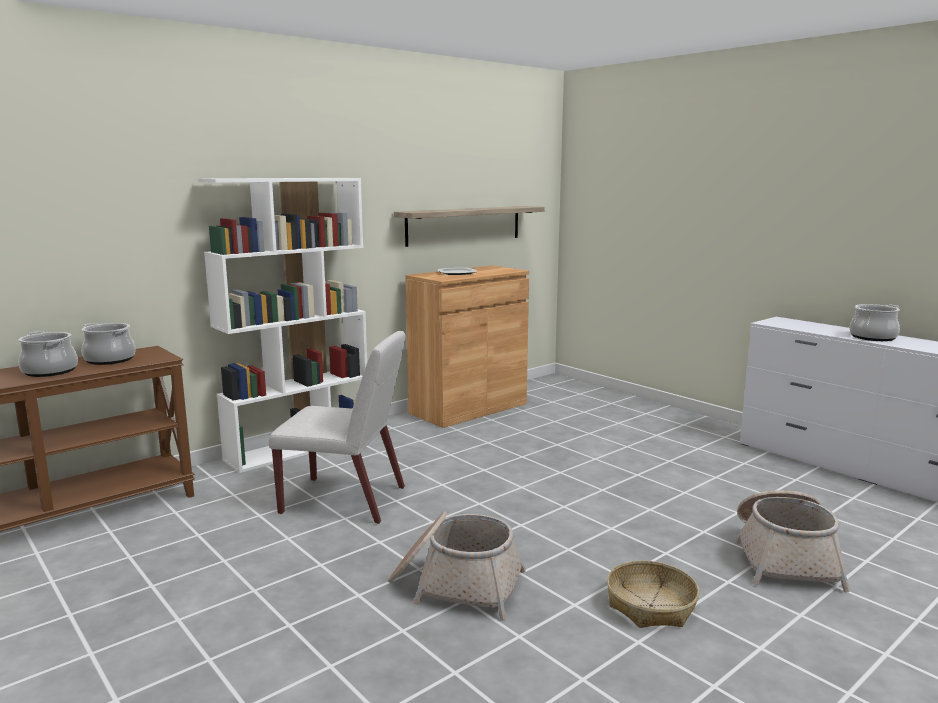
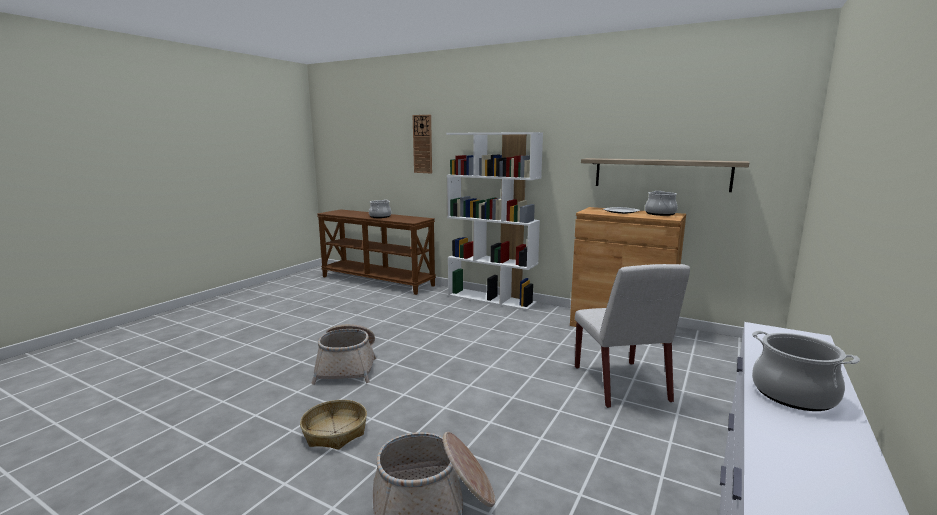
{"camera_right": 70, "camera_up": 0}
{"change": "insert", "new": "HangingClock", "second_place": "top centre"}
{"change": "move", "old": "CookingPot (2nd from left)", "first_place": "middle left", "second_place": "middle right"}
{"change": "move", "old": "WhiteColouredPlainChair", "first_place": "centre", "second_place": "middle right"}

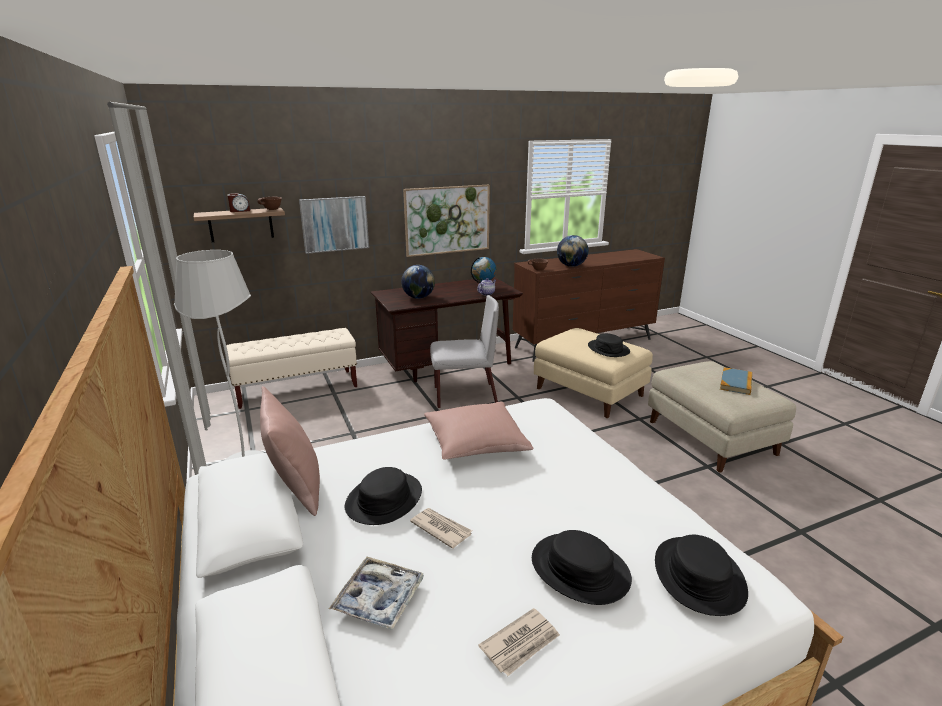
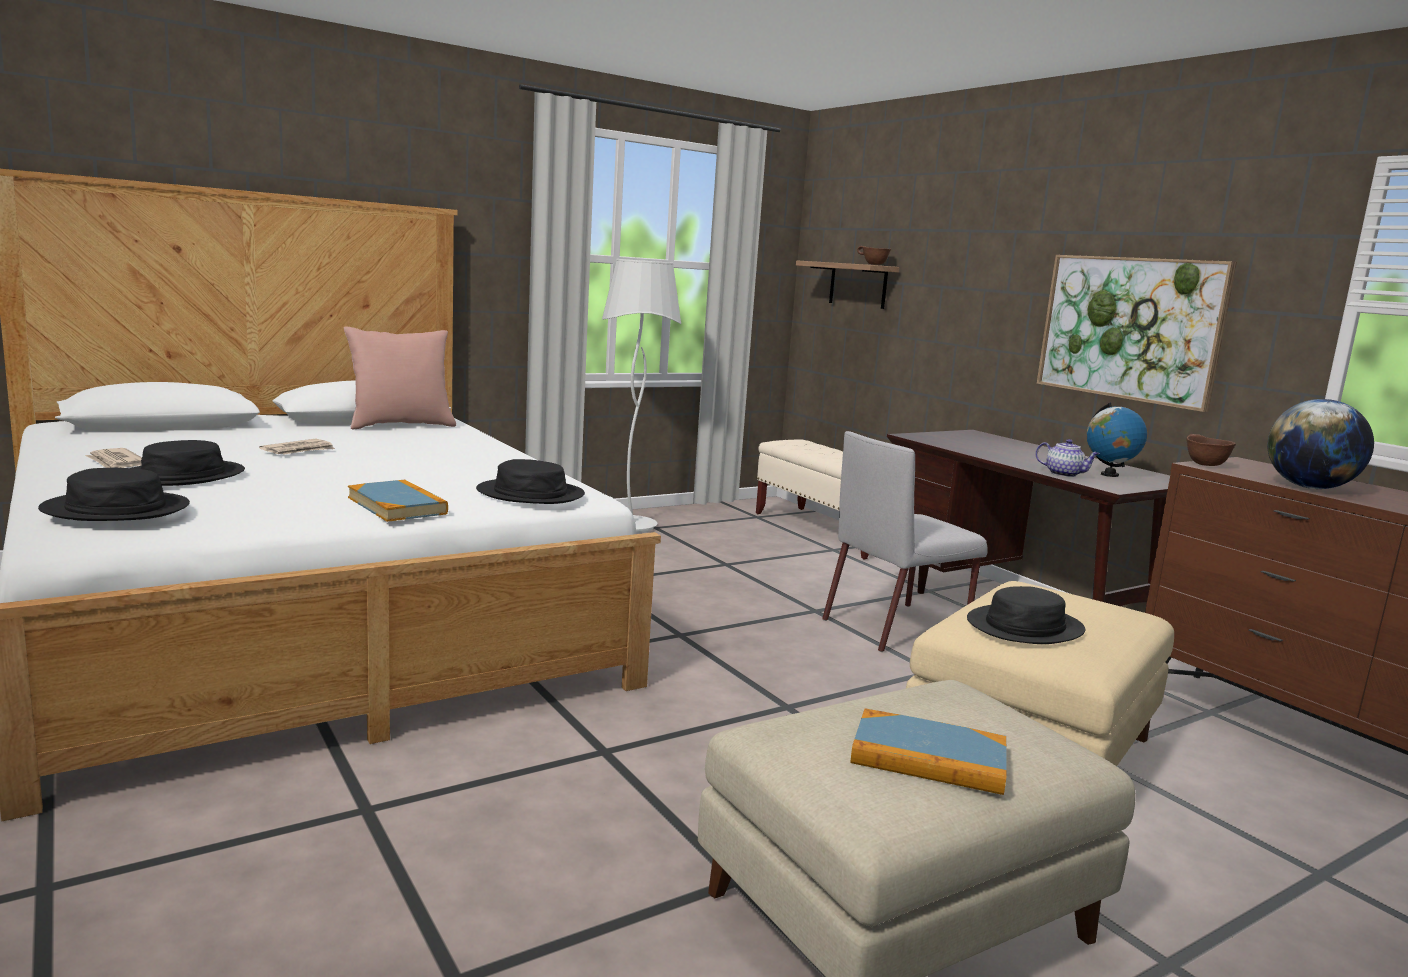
{"camera_right": 80, "camera_up": -10}
{"change": "delete", "old": "BedsideClock", "first_place": "top left"}
{"change": "delete", "old": "WallArt (1st from left)", "first_place": "top centre"}
{"change": "delete", "old": "ServingTray", "first_place": "bottom centre"}
{"change": "delete", "old": "WorldGlobe (1st from left)", "first_place": "centre"}
{"change": "delete", "old": "PinkColouredThrowPillow (2nd from left)", "first_place": "centre"}
{"change": "insert", "new": "Book (1st from left)", "second_place": "middle left"}
{"change": "move", "old": "BlackHat (1st from left in the first image)", "new": "BlackHat (3rd from left)", "first_place": "bottom centre", "second_place": "centre"}
{"change": "rotate", "old": "GrayPlainChair", "first_place": "centre", "second_place": "centre", "degrees": 75}

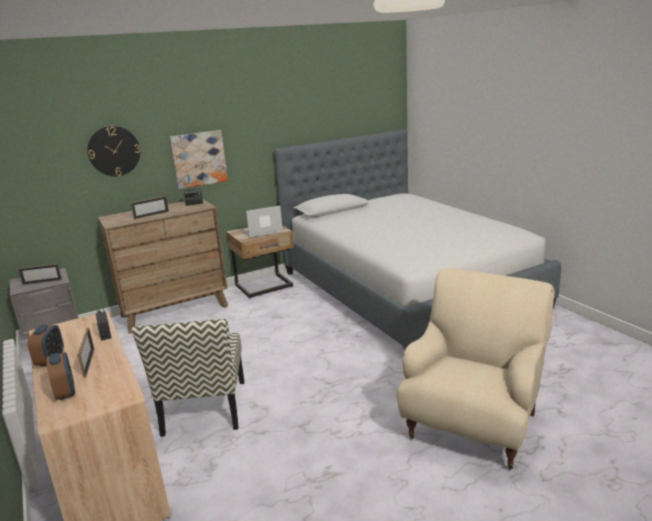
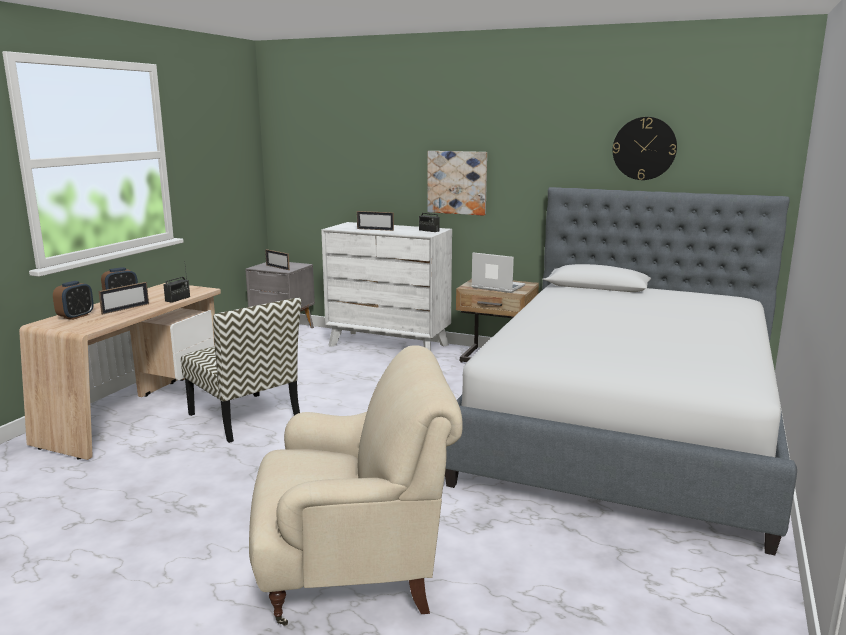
{"camera_right": 50, "camera_up": -5}
{"change": "move", "old": "HangingClock", "first_place": "top left", "second_place": "top right"}
{"change": "recolor", "old": "BrownColouredChestOfDrawers", "new": "WhiteColouredChestOfDrawers", "first_place": "middle left", "second_place": "centre"}
{"change": "rotate", "old": "PlainChair", "first_place": "bottom left", "second_place": "middle left", "degrees": -90}

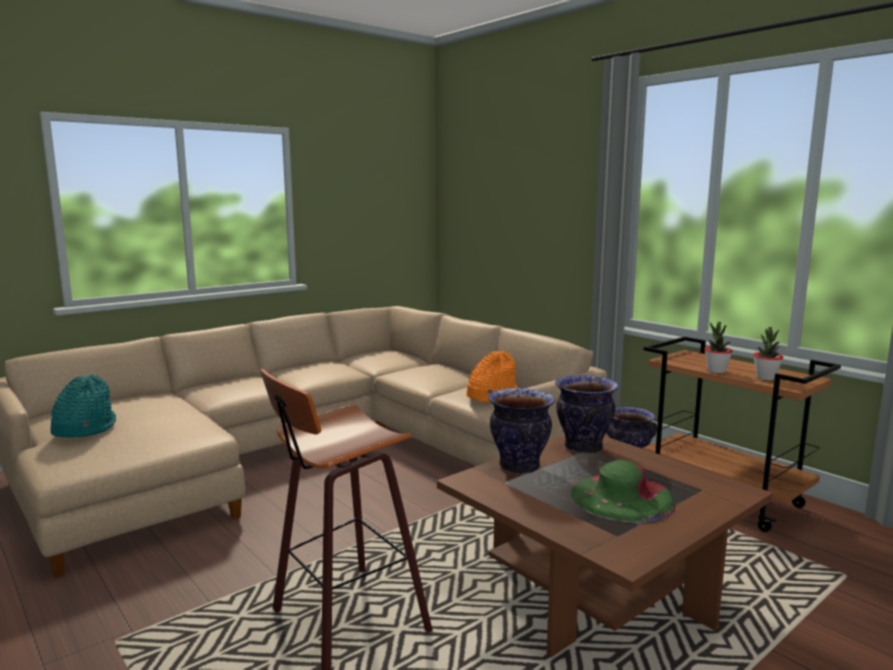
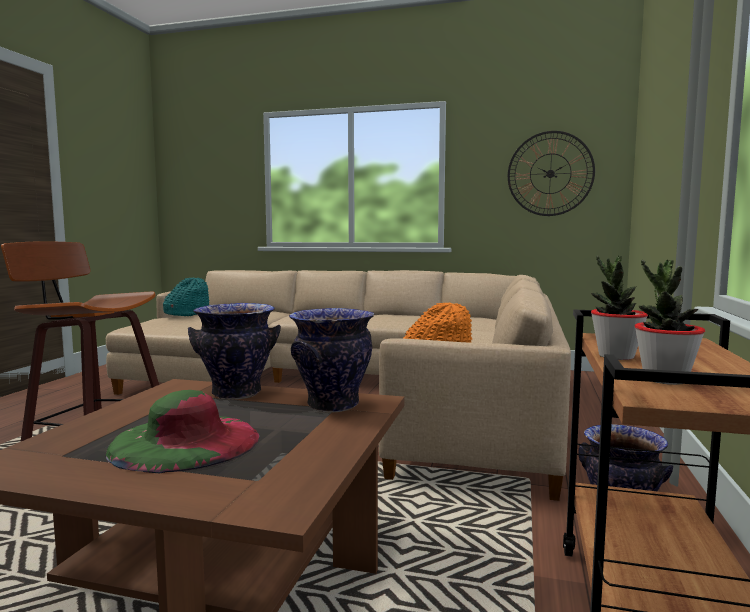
{"camera_right": 55, "camera_up": -5}
{"change": "insert", "new": "HangingClock", "second_place": "top right"}

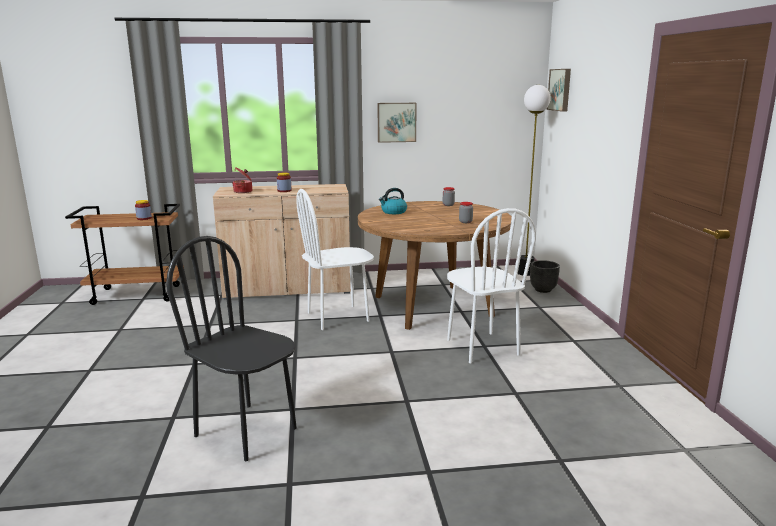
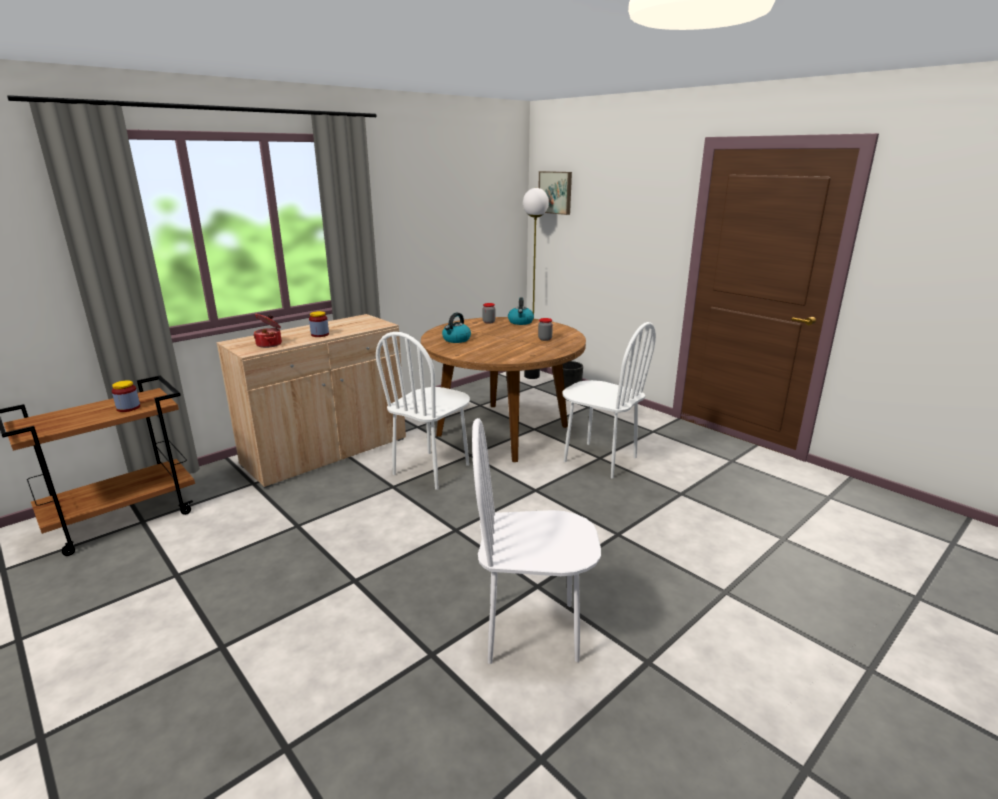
{"camera_right": -35, "camera_up": 5}
{"change": "delete", "old": "WallArt (1st from left)", "first_place": "top centre"}
{"change": "insert", "new": "Kettle (2nd from left)", "second_place": "centre"}
{"change": "recolor", "old": "BlackPlainChair", "new": "WhiteColouredPlainChair (2nd from left)", "first_place": "middle left", "second_place": "bottom centre"}

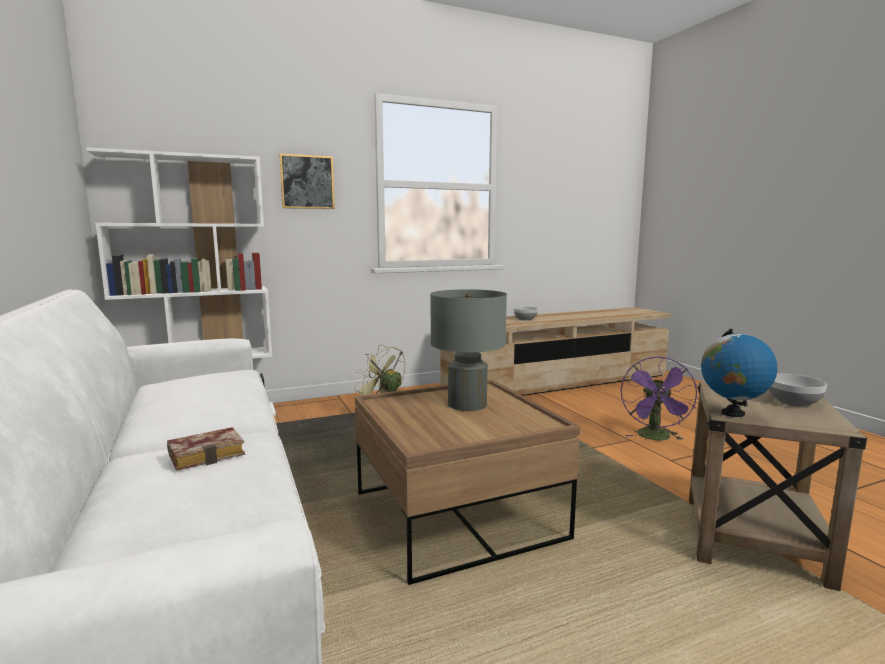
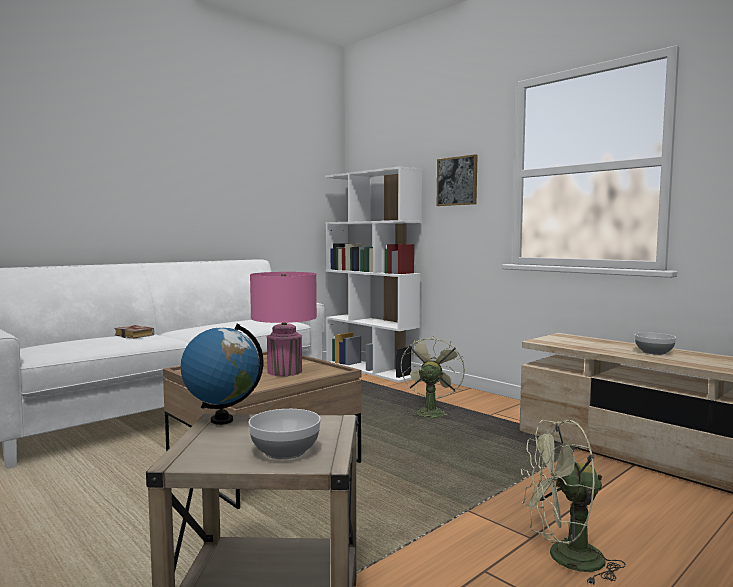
{"camera_right": 70, "camera_up": -5}
{"change": "recolor", "old": "GrayLampForATable", "new": "PinkColouredLampForATable", "first_place": "centre", "second_place": "centre"}
{"change": "recolor", "old": "PurplishFan", "new": "GreenColouredFan (2nd from left)", "first_place": "middle right", "second_place": "bottom right"}

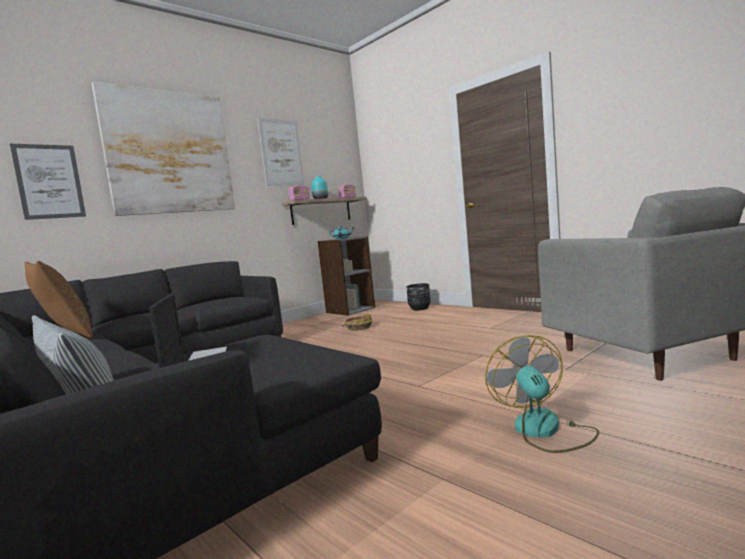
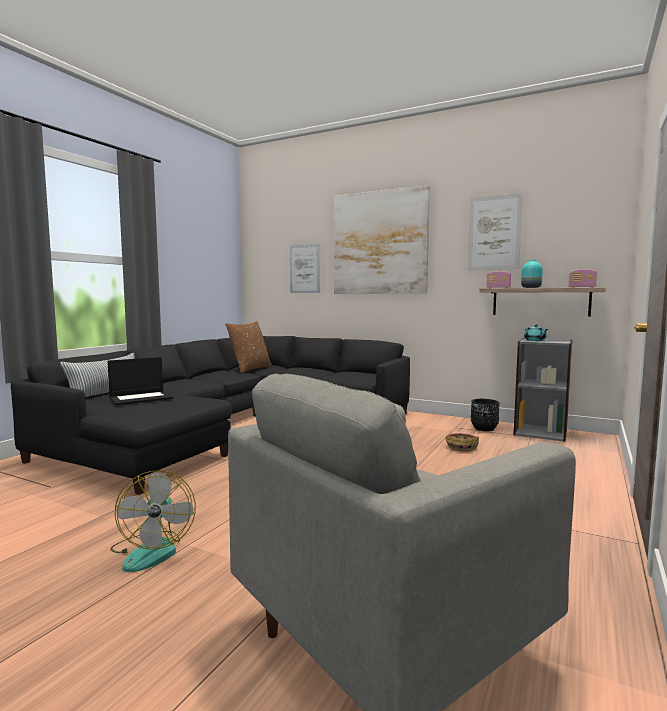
{"camera_right": 70, "camera_up": 0}
{"change": "move", "old": "BlackPlantPot", "first_place": "centre", "second_place": "middle right"}
{"change": "rotate", "old": "Fan", "first_place": "bottom right", "second_place": "bottom left", "degrees": 105}

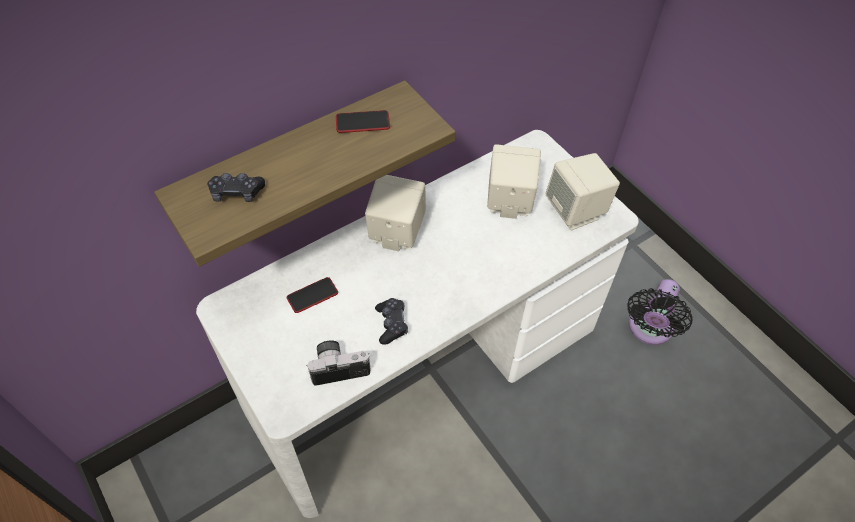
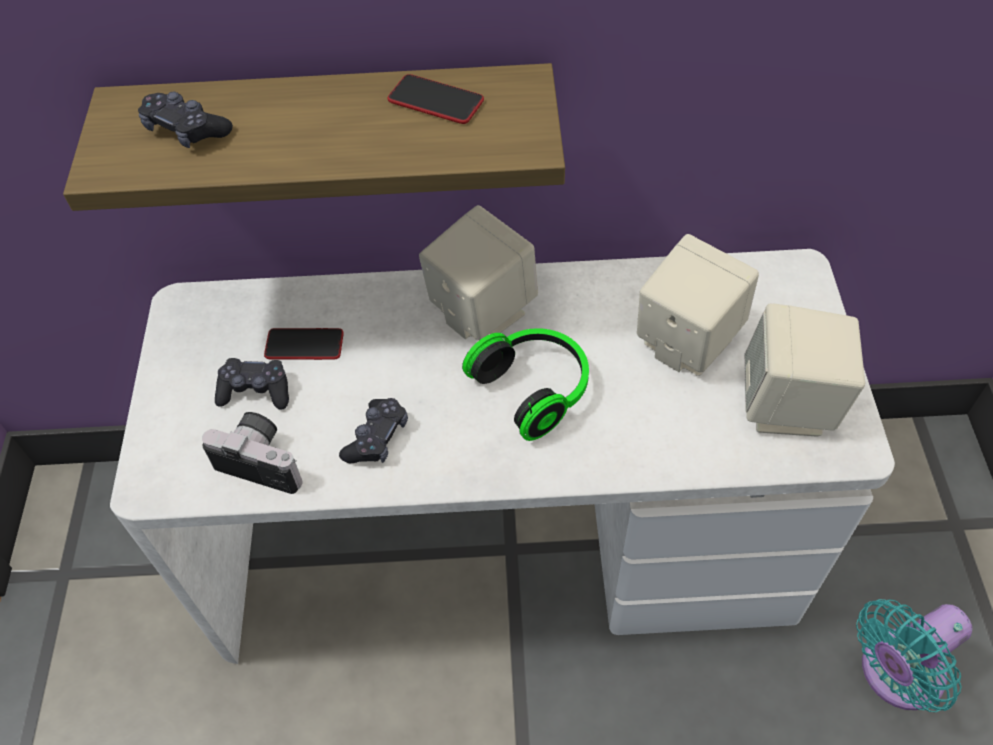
{"camera_right": 35, "camera_up": 0}
{"change": "insert", "new": "BlackGameController (2nd from left)", "second_place": "middle left"}
{"change": "insert", "new": "Headphones", "second_place": "centre"}
{"change": "recolor", "old": "BlackFan", "new": "BlueGreenFan", "first_place": "middle right", "second_place": "bottom right"}

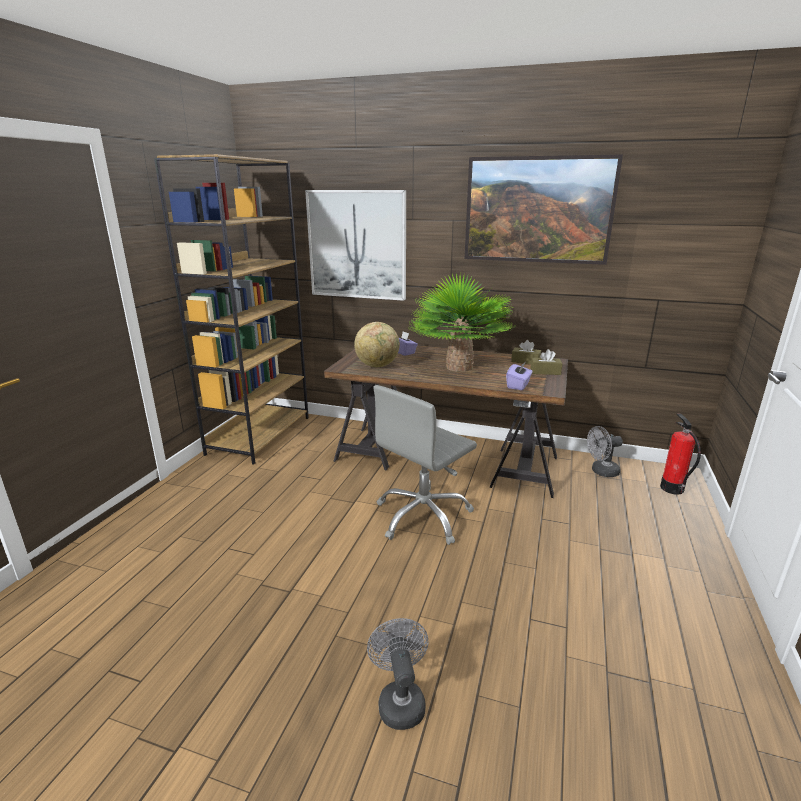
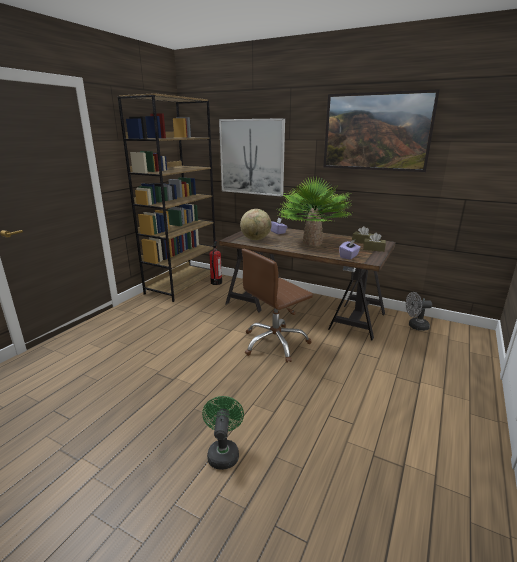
{"camera_right": 10, "camera_up": 0}
{"change": "move", "old": "Extinguisher", "first_place": "middle right", "second_place": "centre"}
{"change": "recolor", "old": "GrayFan (1st from left)", "new": "GreenColouredFan", "first_place": "bottom centre", "second_place": "bottom centre"}
{"change": "recolor", "old": "GrayComputerChair", "new": "BrownColouredComputerChair", "first_place": "centre", "second_place": "centre"}

